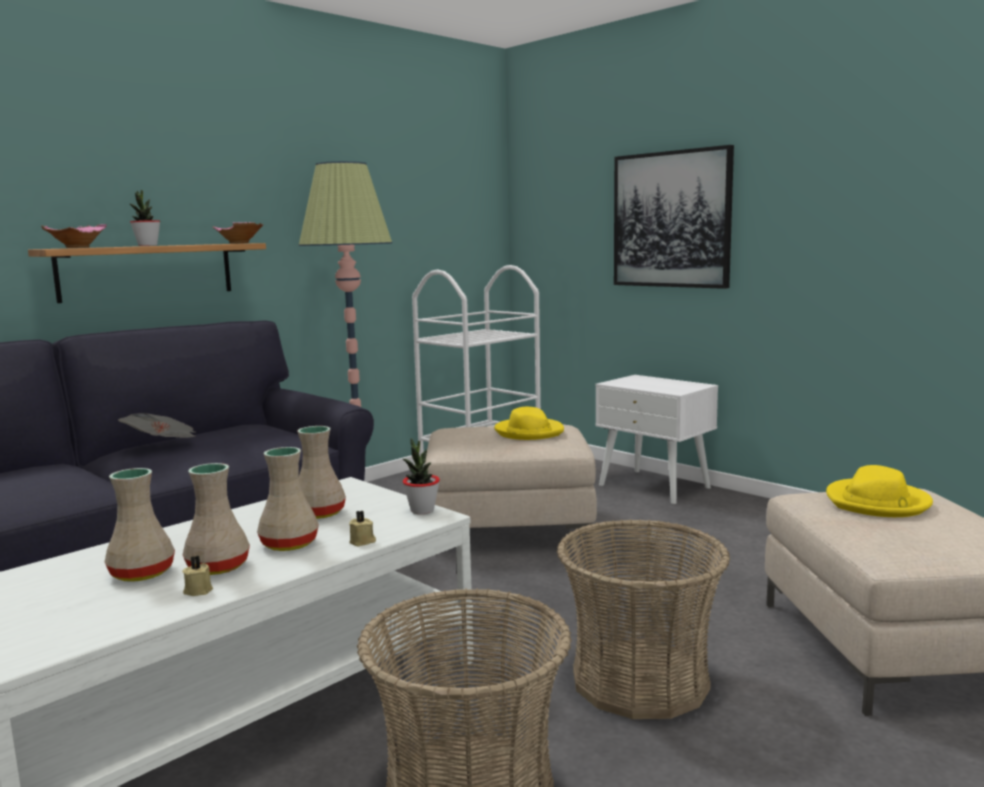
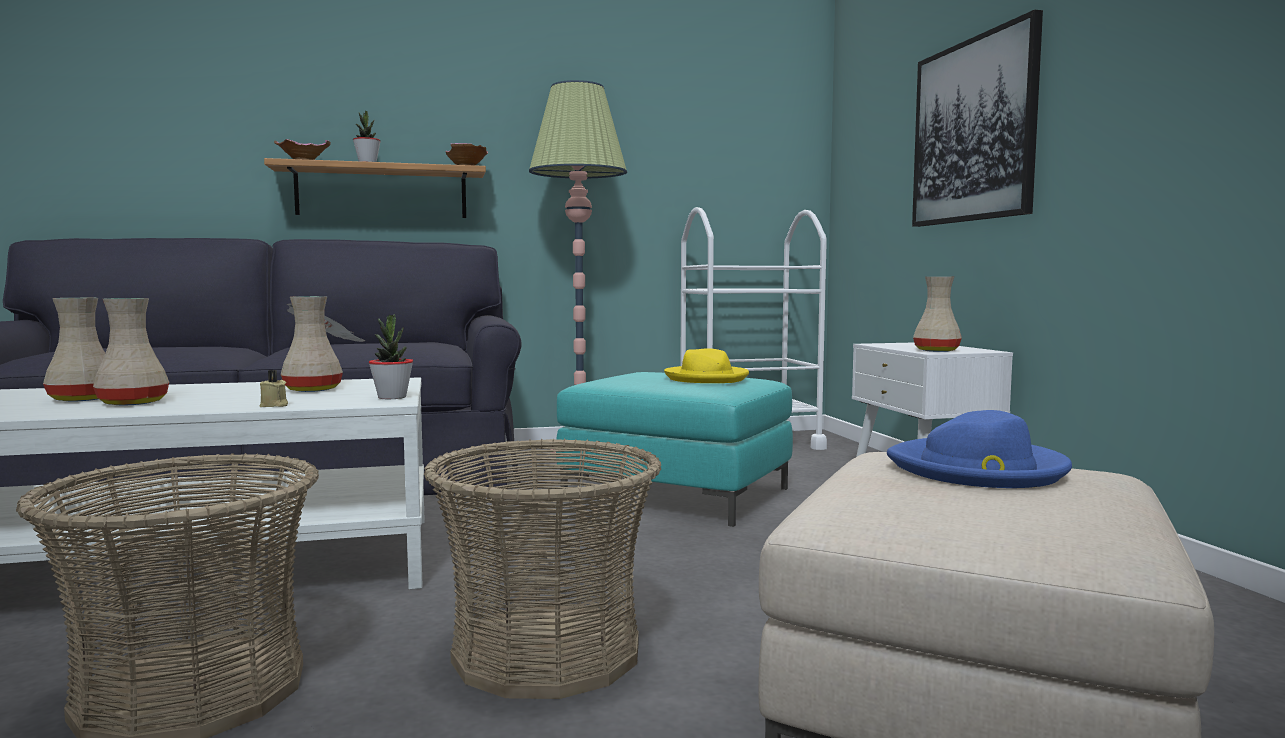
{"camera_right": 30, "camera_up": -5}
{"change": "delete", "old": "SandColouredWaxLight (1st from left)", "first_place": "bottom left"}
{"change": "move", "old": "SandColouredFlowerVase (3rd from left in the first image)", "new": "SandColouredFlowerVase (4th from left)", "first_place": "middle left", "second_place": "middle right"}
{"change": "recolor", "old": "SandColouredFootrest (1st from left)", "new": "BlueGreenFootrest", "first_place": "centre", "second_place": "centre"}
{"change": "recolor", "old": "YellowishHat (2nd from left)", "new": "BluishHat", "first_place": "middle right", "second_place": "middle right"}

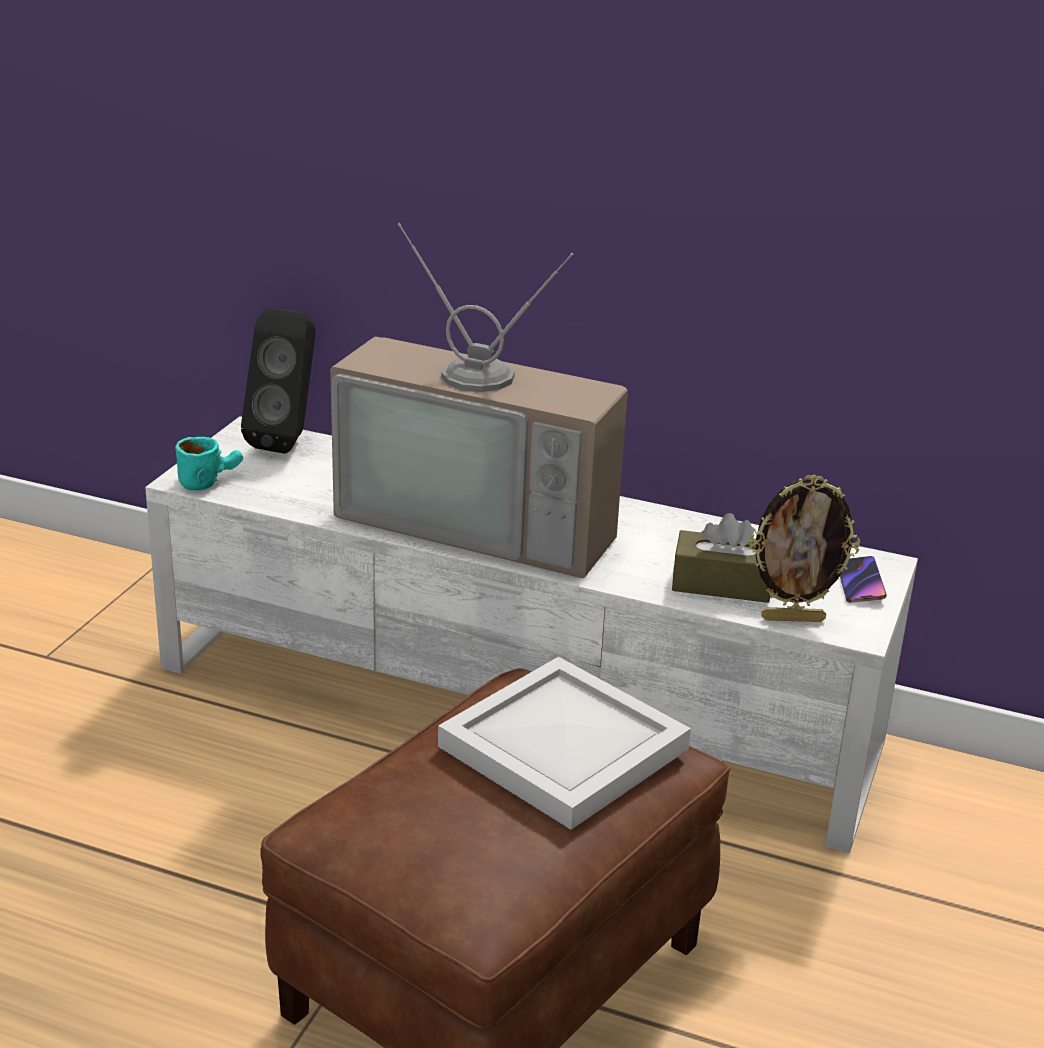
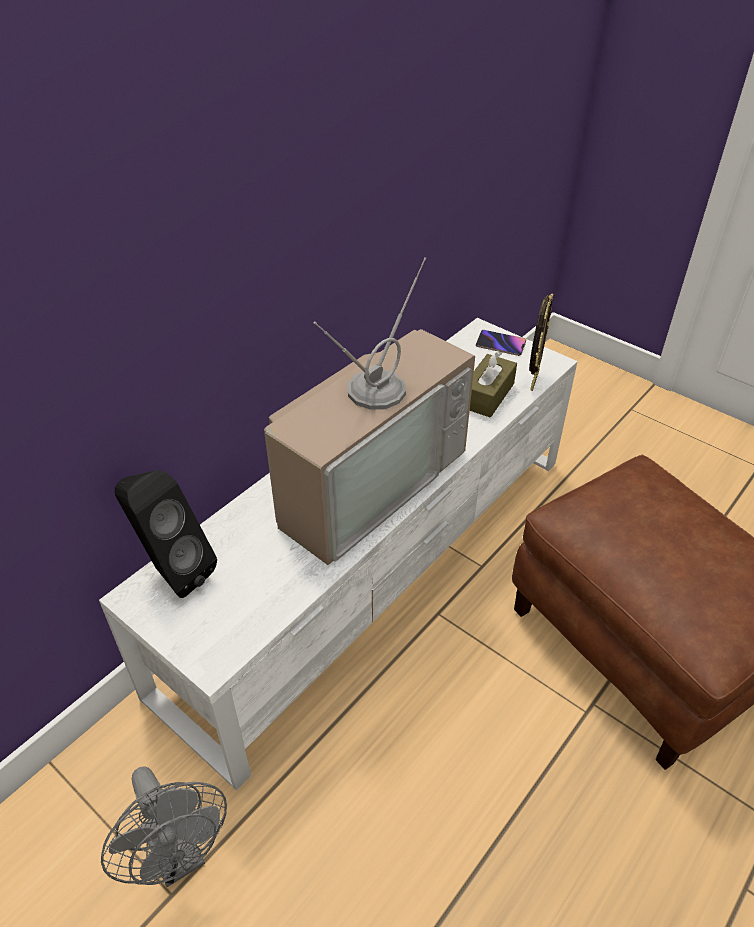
{"camera_right": -70, "camera_up": 15}
{"change": "delete", "old": "BlueGreenCoffeeMug", "first_place": "middle left"}
{"change": "delete", "old": "WhiteColouredServingTray", "first_place": "bottom centre"}
{"change": "insert", "new": "GrayFan", "second_place": "bottom left"}

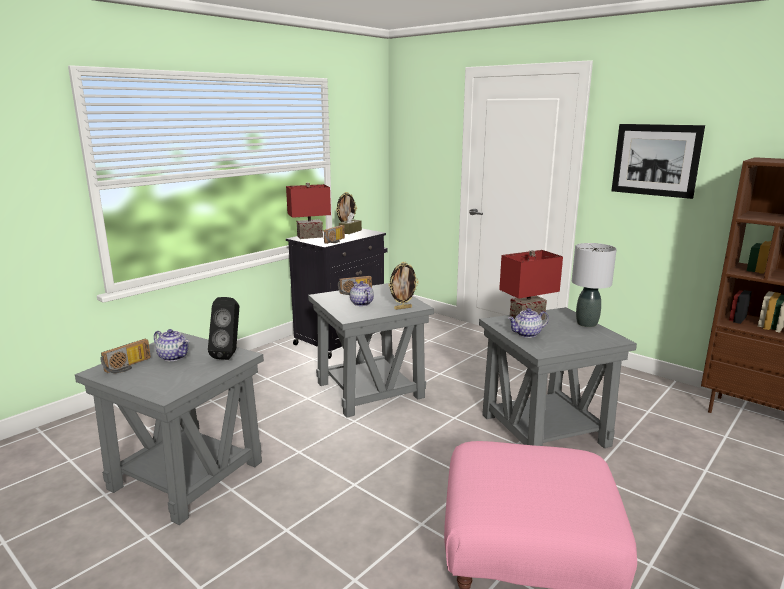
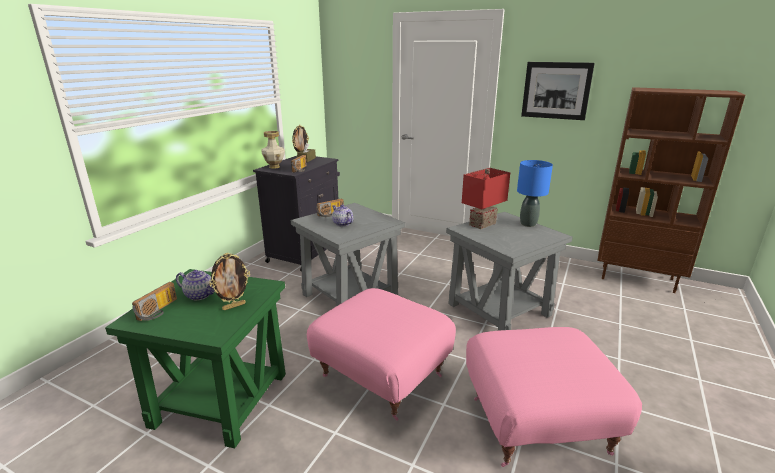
{"camera_right": -15, "camera_up": 5}
{"change": "delete", "old": "BlackSpeaker", "first_place": "middle left"}
{"change": "delete", "old": "TeaPot (3rd from left)", "first_place": "middle right"}
{"change": "insert", "new": "PinkColouredFootrest (1st from left)", "second_place": "bottom centre"}
{"change": "move", "old": "StandingFrame (2nd from left in the first image)", "new": "StandingFrame (1st from left)", "first_place": "centre", "second_place": "middle left"}
{"change": "replace", "old": "RedColouredLampForATable (1st from left)", "new": "FlowerVase", "first_place": "centre", "second_place": "top centre"}
{"change": "recolor", "old": "GraySideTable (1st from left)", "new": "GreenColouredSideTable", "first_place": "bottom left", "second_place": "bottom left"}
{"change": "recolor", "old": "GrayLampForATable", "new": "BluishLampForATable", "first_place": "middle right", "second_place": "middle right"}

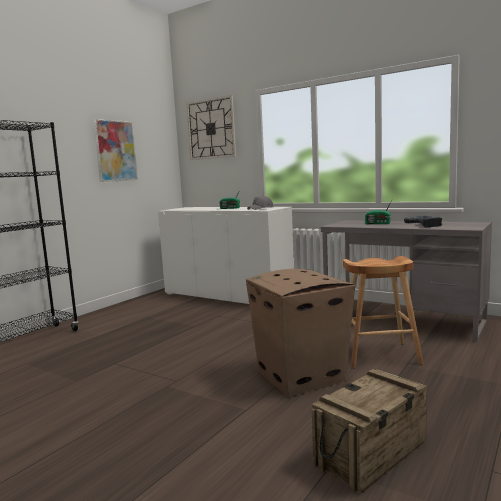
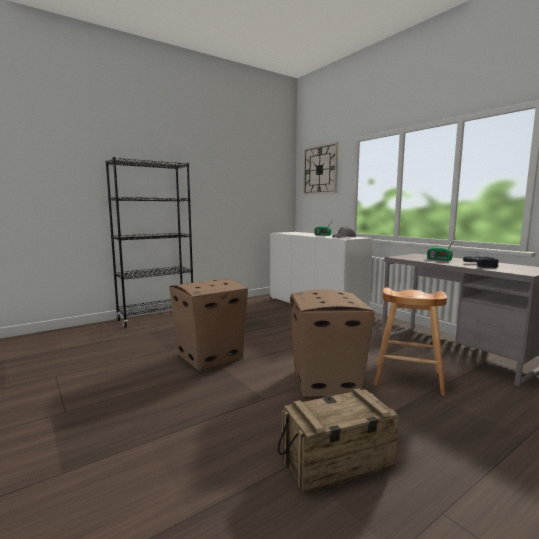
{"camera_right": 20, "camera_up": 0}
{"change": "delete", "old": "WallArt", "first_place": "top left"}
{"change": "insert", "new": "CardboardBox (1st from left)", "second_place": "centre"}

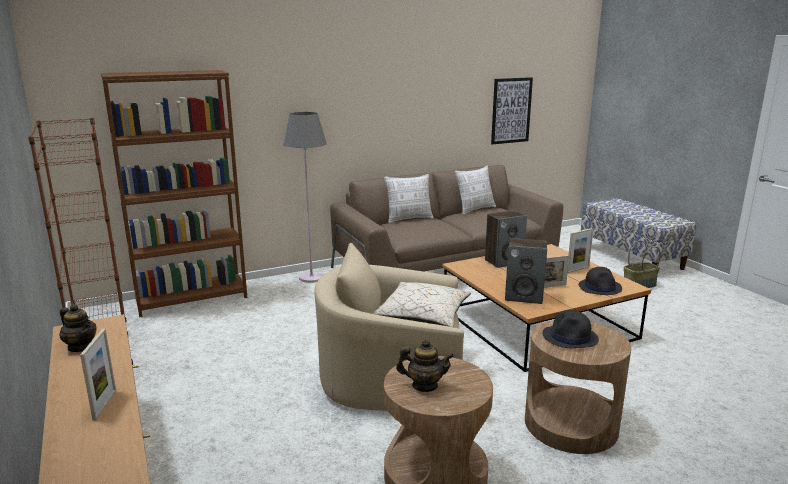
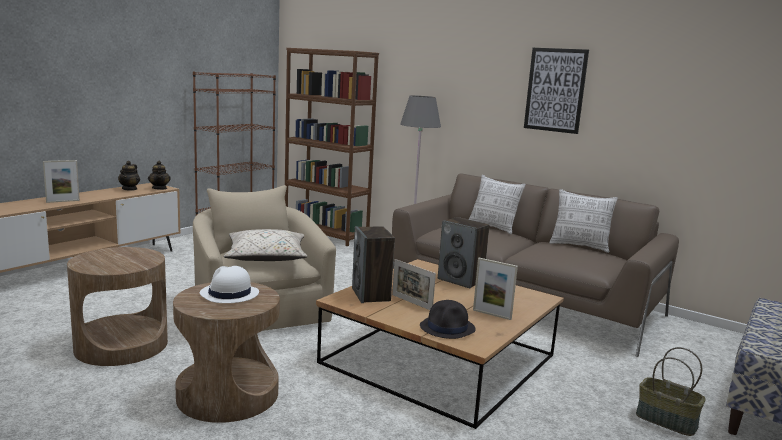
{"camera_right": 60, "camera_up": -5}
{"change": "move", "old": "TeaPot (2nd from left)", "first_place": "bottom centre", "second_place": "middle left"}
{"change": "move", "old": "WallArt", "first_place": "top centre", "second_place": "top right"}
{"change": "recolor", "old": "BlackHat (1st from left)", "new": "WhiteColouredHat", "first_place": "bottom right", "second_place": "middle left"}

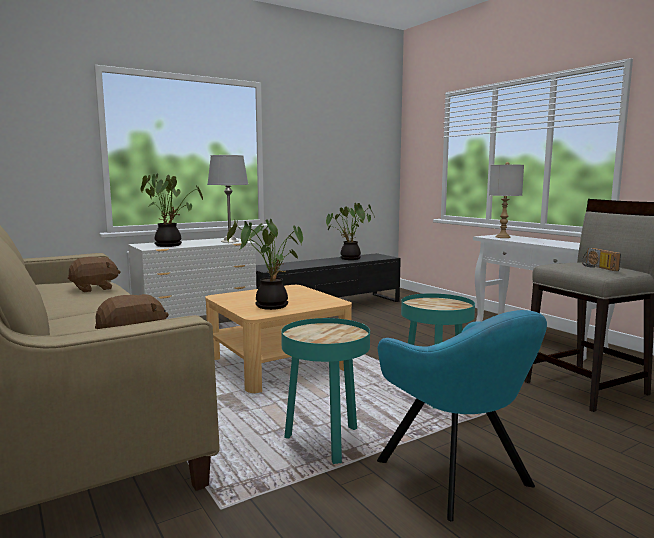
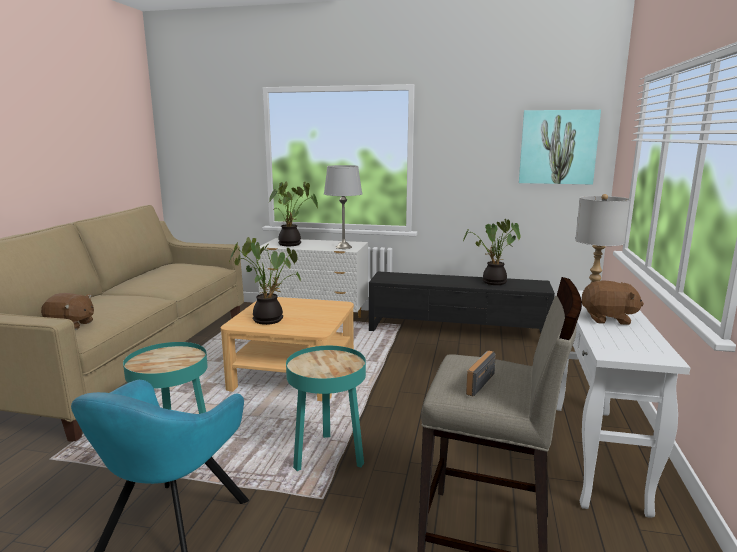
{"camera_right": 45, "camera_up": 5}
{"change": "insert", "new": "WallArt", "second_place": "top right"}
{"change": "move", "old": "BrownColouredCuddlyToy (1st from left in the first image)", "new": "BrownColouredCuddlyToy (2nd from left)", "first_place": "middle left", "second_place": "middle right"}

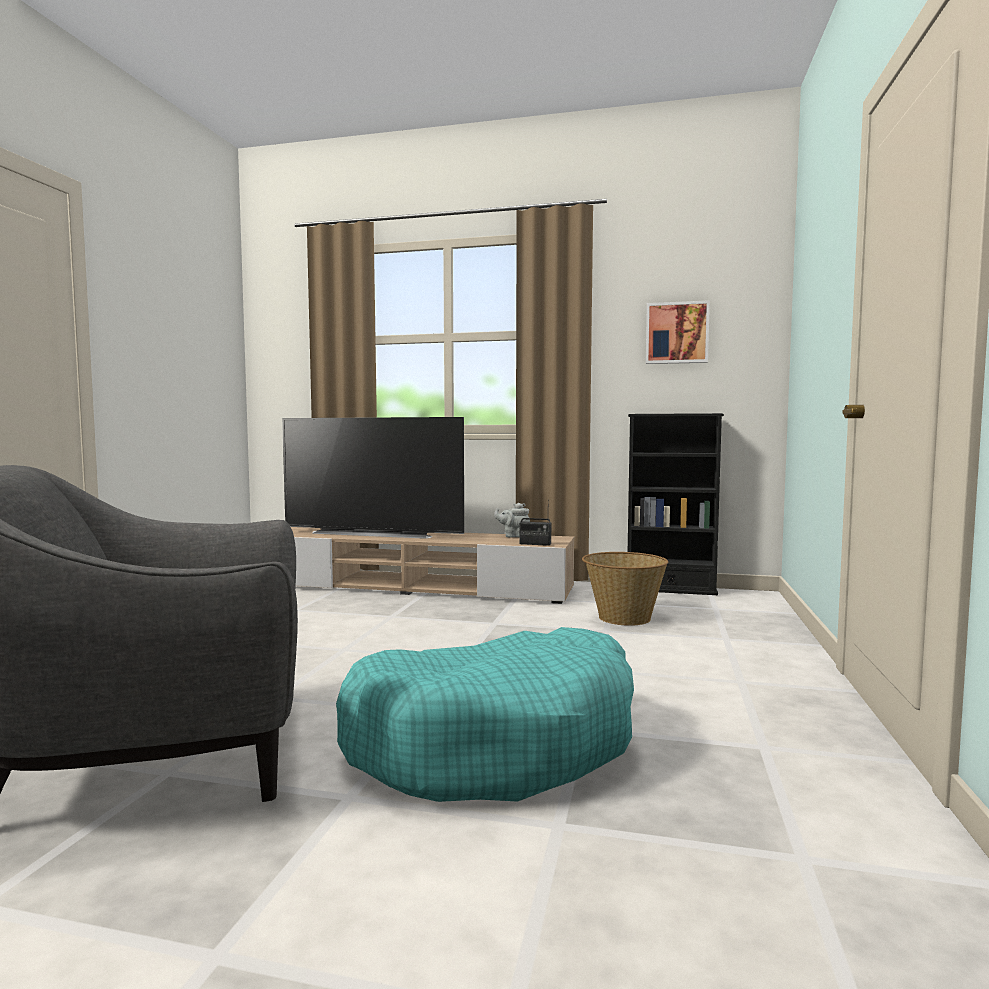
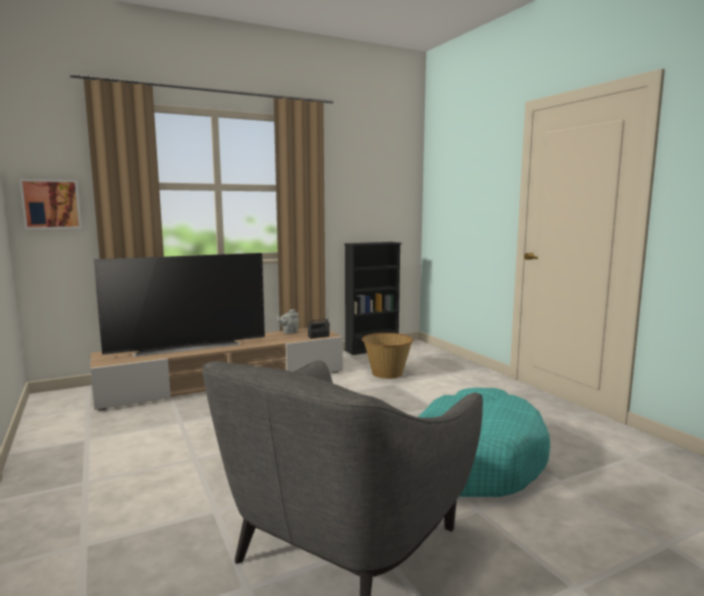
{"camera_right": -40, "camera_up": 5}
{"change": "move", "old": "WallArt", "first_place": "middle right", "second_place": "middle left"}

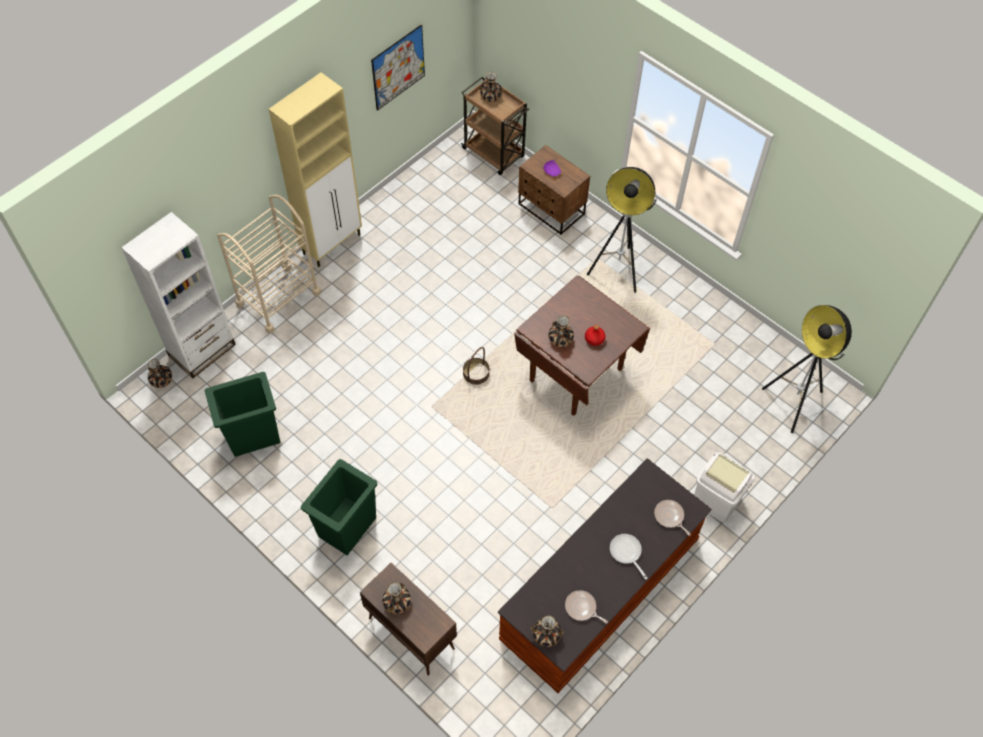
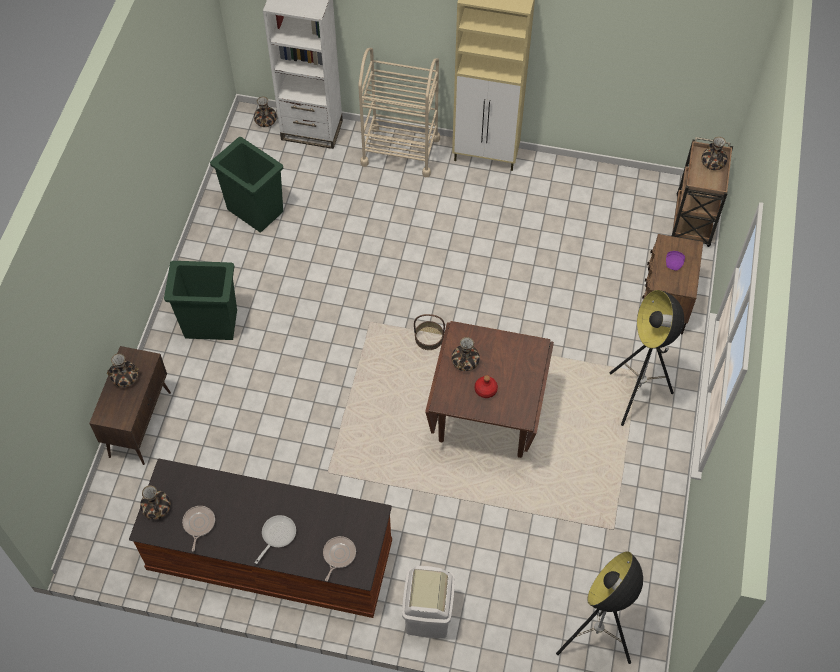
{"camera_right": 60, "camera_up": 0}
{"change": "delete", "old": "WallArt", "first_place": "top centre"}

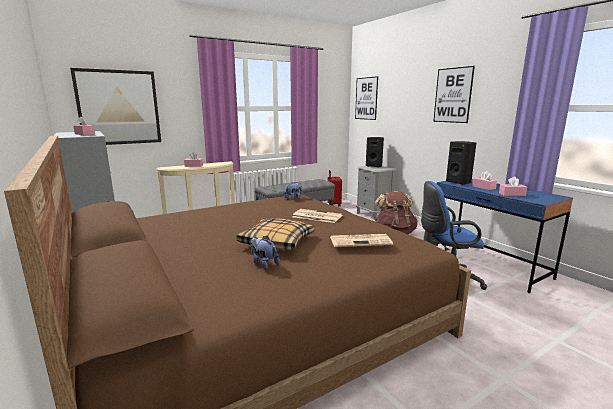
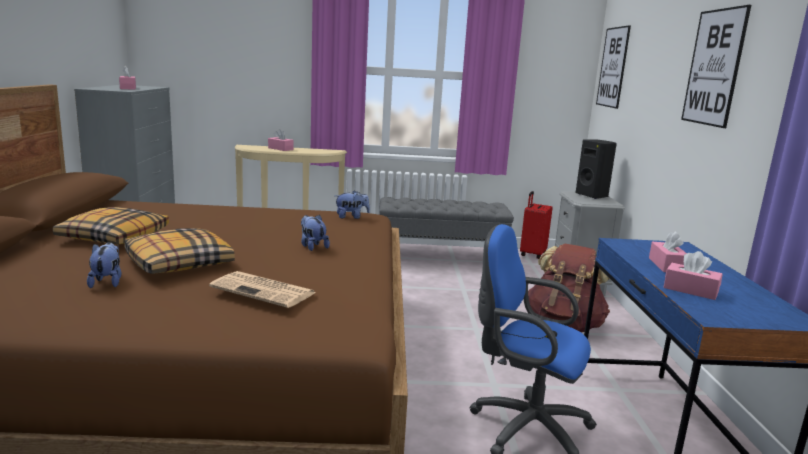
{"camera_right": 30, "camera_up": 0}
{"change": "delete", "old": "WallArt (1st from left)", "first_place": "top left"}
{"change": "delete", "old": "BlackSpeaker (2nd from left)", "first_place": "middle right"}
{"change": "insert", "new": "ThrowPillow (1st from left)", "second_place": "middle left"}
{"change": "replace", "old": "Newspaper (1st from left)", "new": "CuddlyToy (2nd from left)", "first_place": "centre", "second_place": "centre"}

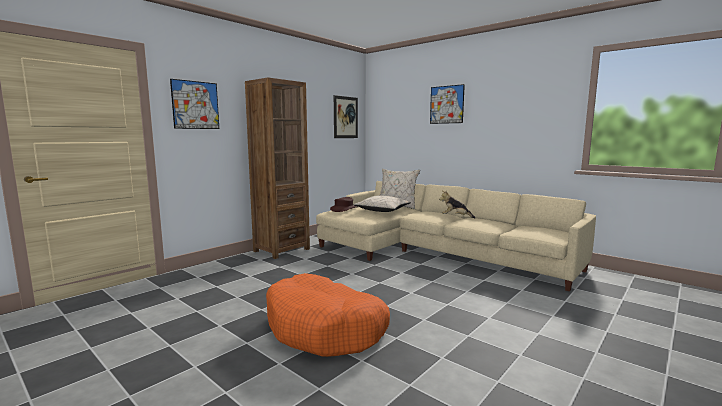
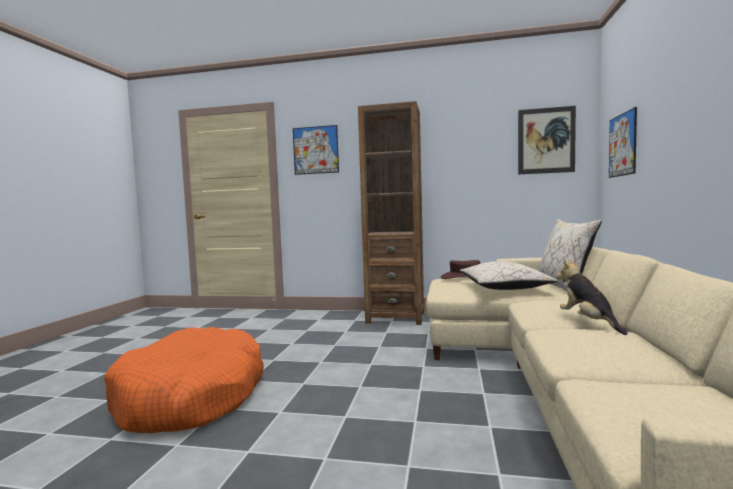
{"camera_right": 60, "camera_up": -5}
{"change": "move", "old": "WallArt (3rd from left)", "first_place": "top centre", "second_place": "top right"}

